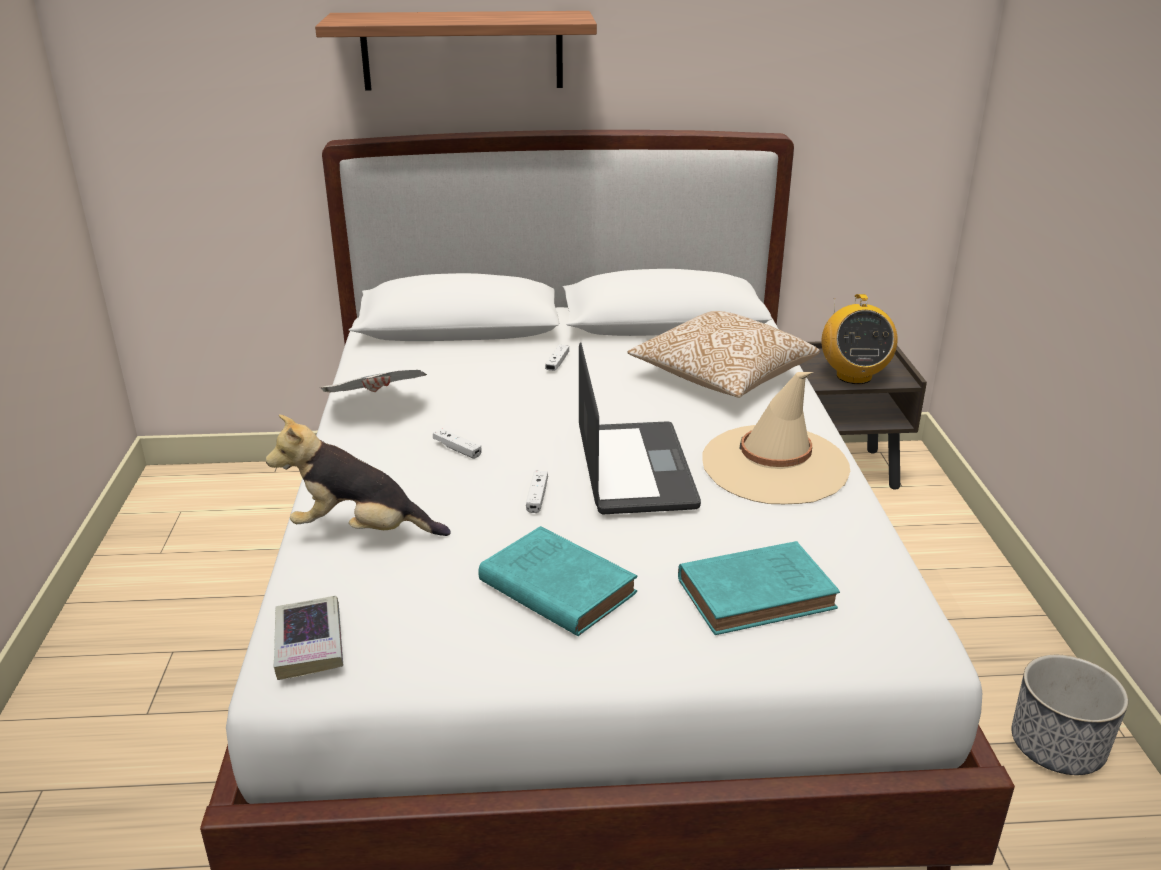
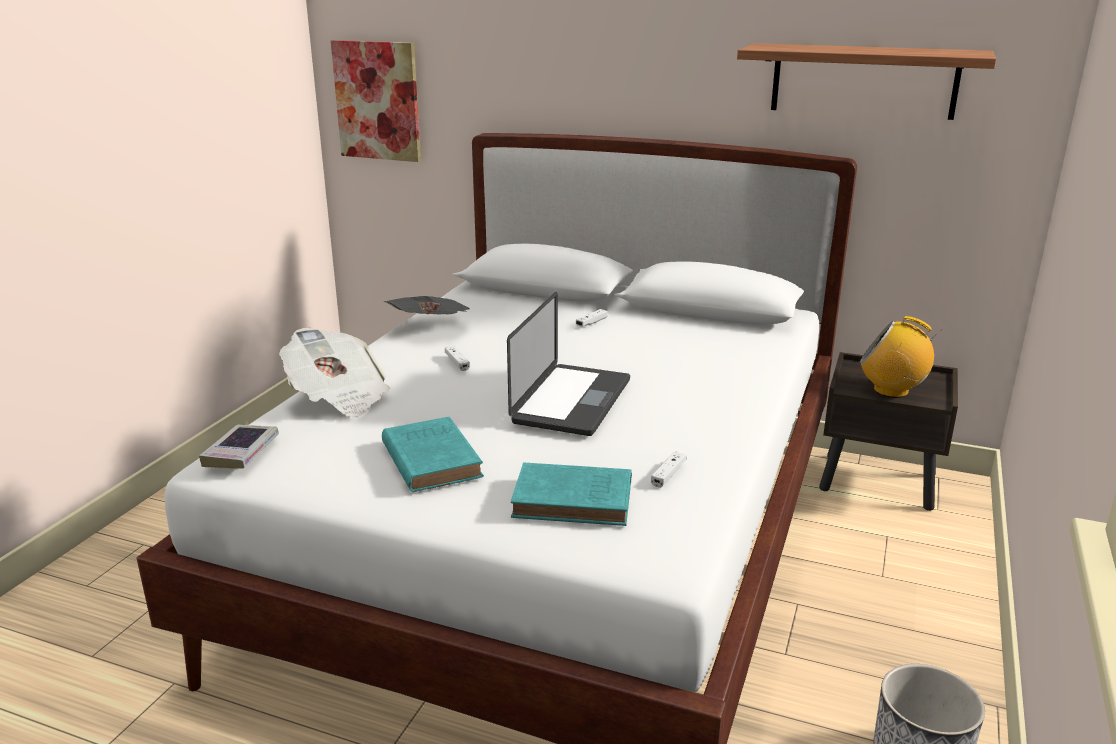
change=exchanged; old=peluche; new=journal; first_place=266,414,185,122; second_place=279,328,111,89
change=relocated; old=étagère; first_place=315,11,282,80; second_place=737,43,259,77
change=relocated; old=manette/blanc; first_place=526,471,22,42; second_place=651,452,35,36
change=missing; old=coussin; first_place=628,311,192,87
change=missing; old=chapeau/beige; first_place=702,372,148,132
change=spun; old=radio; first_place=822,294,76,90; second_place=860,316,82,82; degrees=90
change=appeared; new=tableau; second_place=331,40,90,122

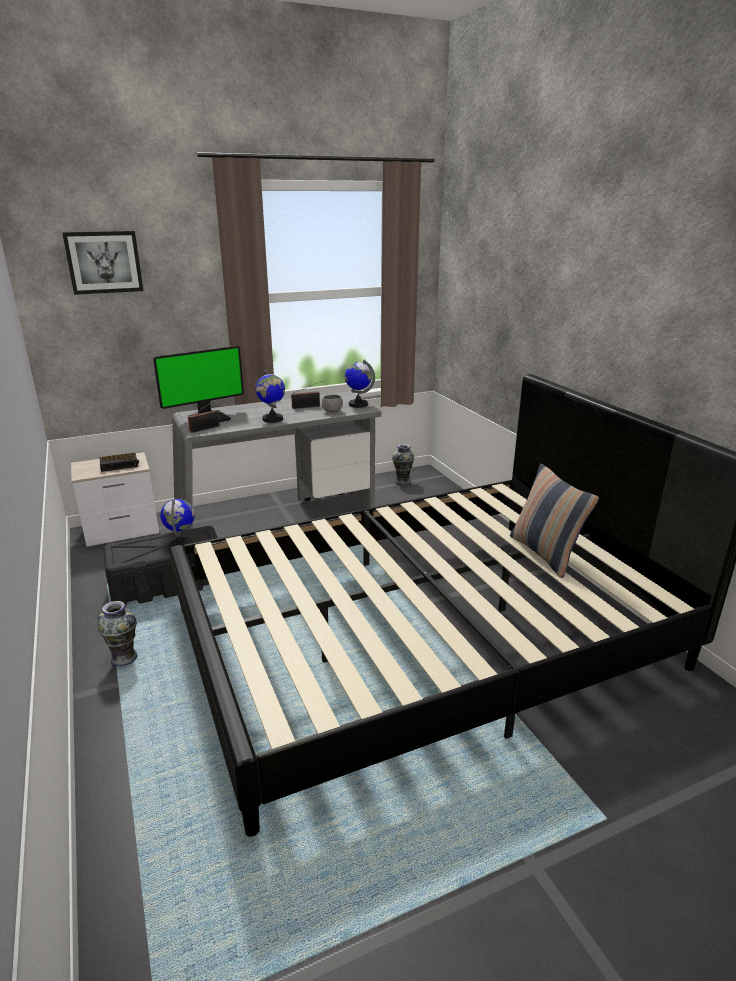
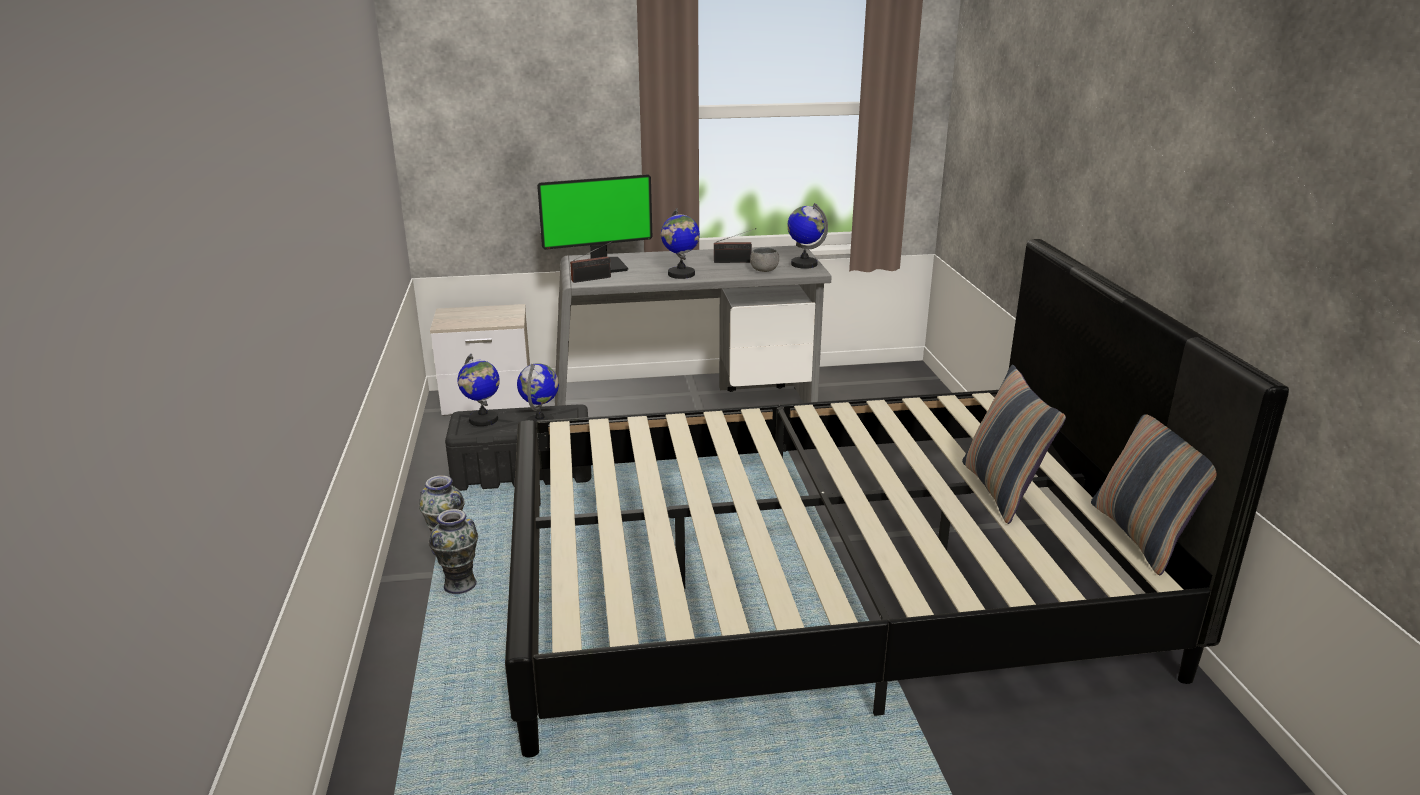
change=missing; old=tableau; first_place=62,231,82,64
change=missing; old=réveil; first_place=100,453,39,19
change=relocated; old=vase; first_place=392,444,23,42; second_place=429,509,49,85
change=appeared; new=globe; second_place=458,353,42,73
change=appeared; new=coussin; second_place=1091,414,126,161

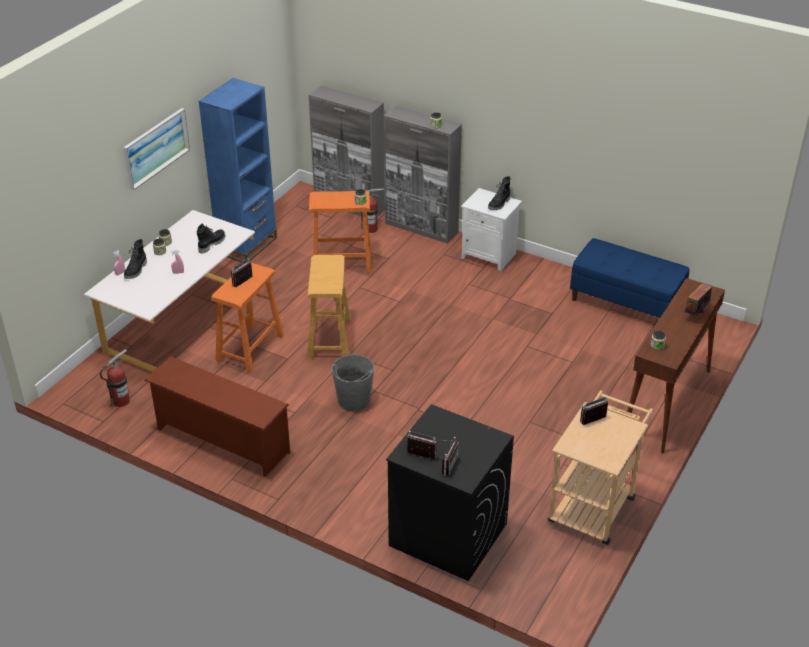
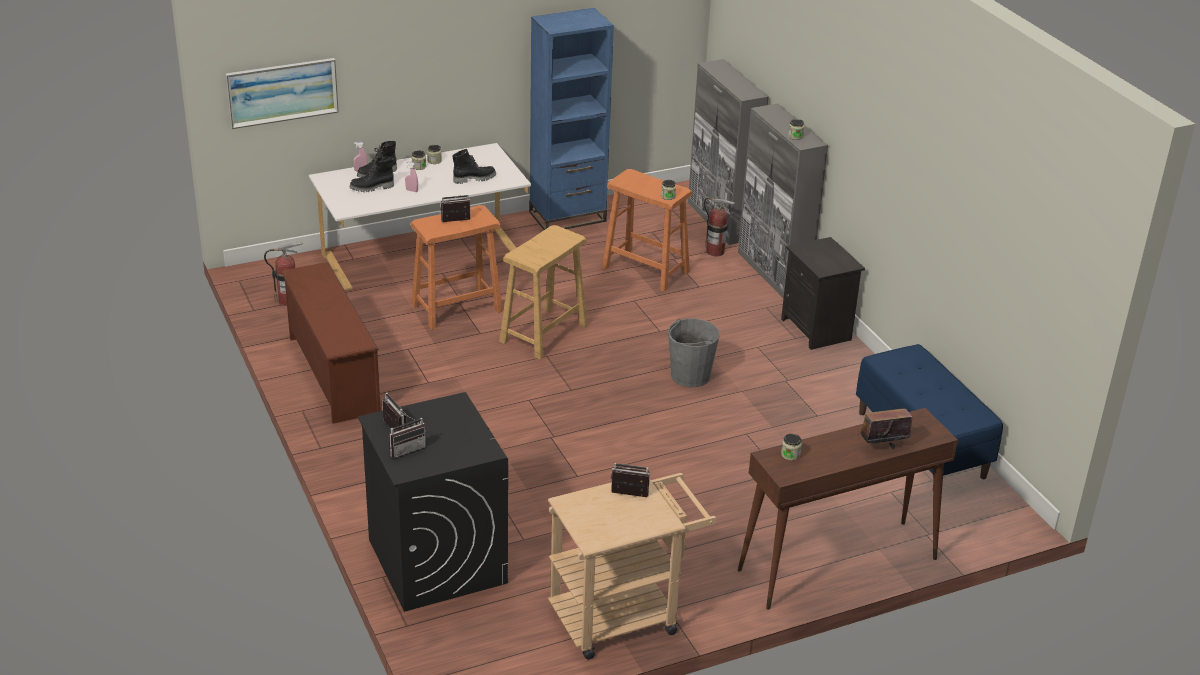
change=relocated; old=tableau; first_place=123,108,67,82; second_place=226,58,113,71
change=relocated; old=seau/gris; first_place=332,354,42,57; second_place=668,318,52,69
change=colour; old=table de chevet/blanc; new=table de chevet/noir; first_place=461,188,61,83; second_place=781,237,84,113
change=relocated; old=botte/noir; first_place=488,176,23,34; second_place=350,157,44,35

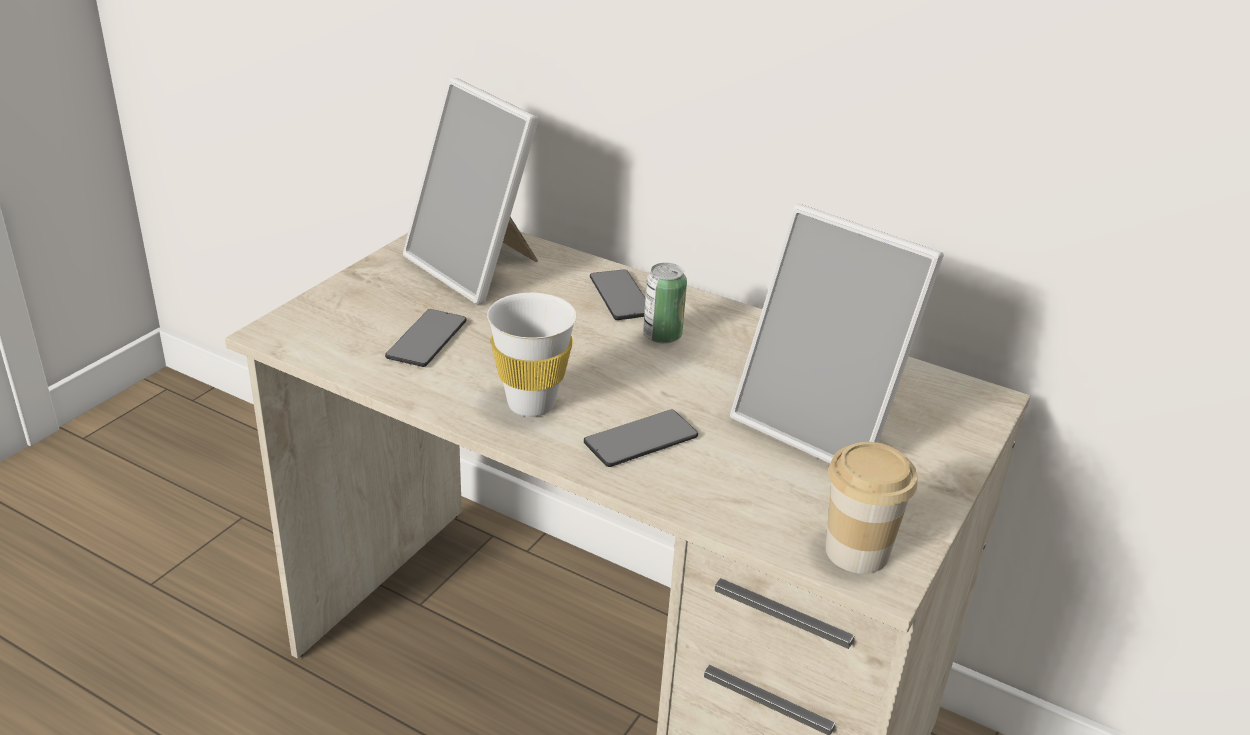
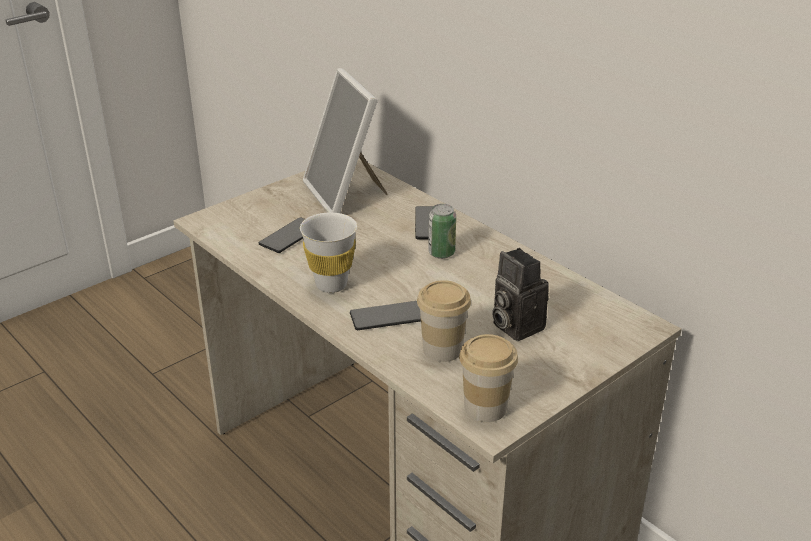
change=exchanged; old=cadre photo; new=appareil photo; first_place=730,204,214,259; second_place=492,248,57,93
change=appeared; new=tasse; second_place=417,280,54,82

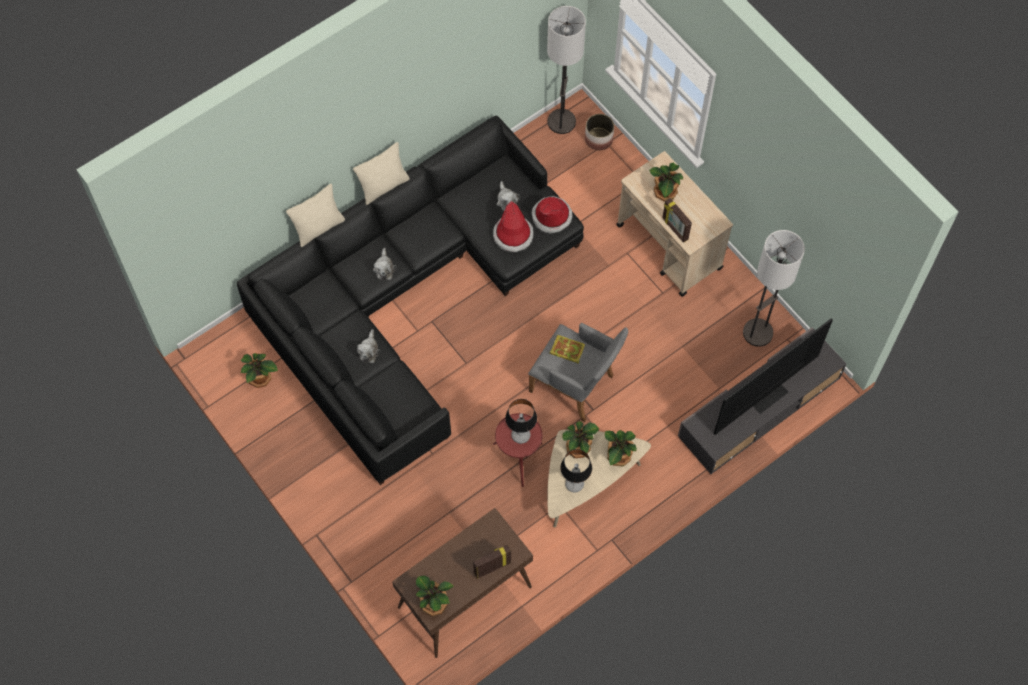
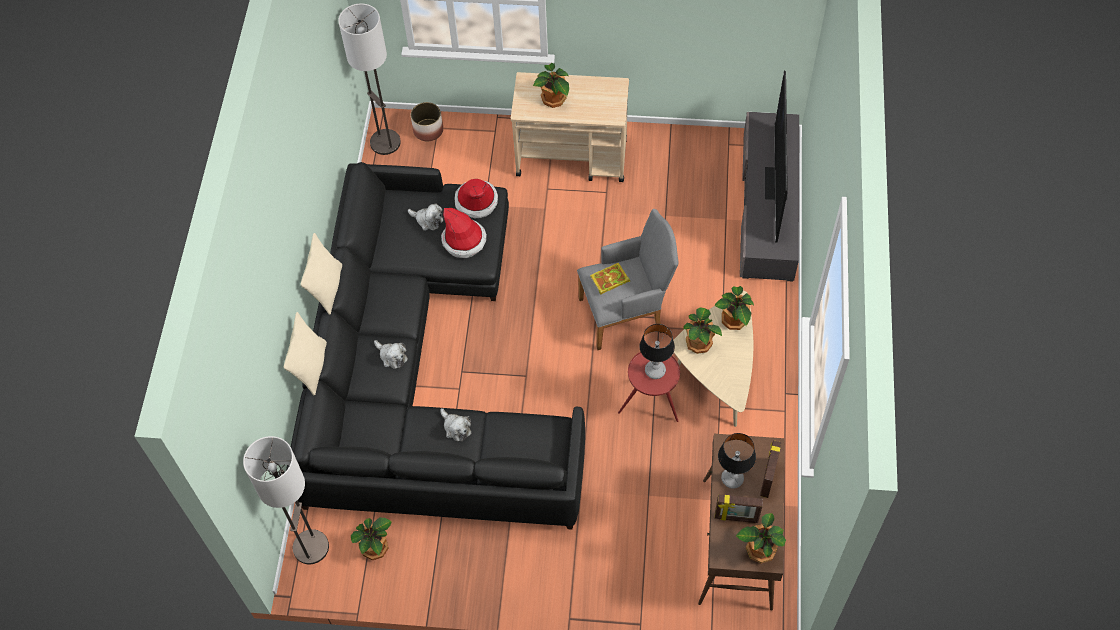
change=relocated; old=lampe de table; first_place=560,449,32,44; second_place=718,433,38,56
change=relocated; old=cadre photo; first_place=662,198,30,45; second_place=715,494,48,29
change=relocated; old=lampadaire; first_place=743,230,62,117; second_place=243,436,86,128

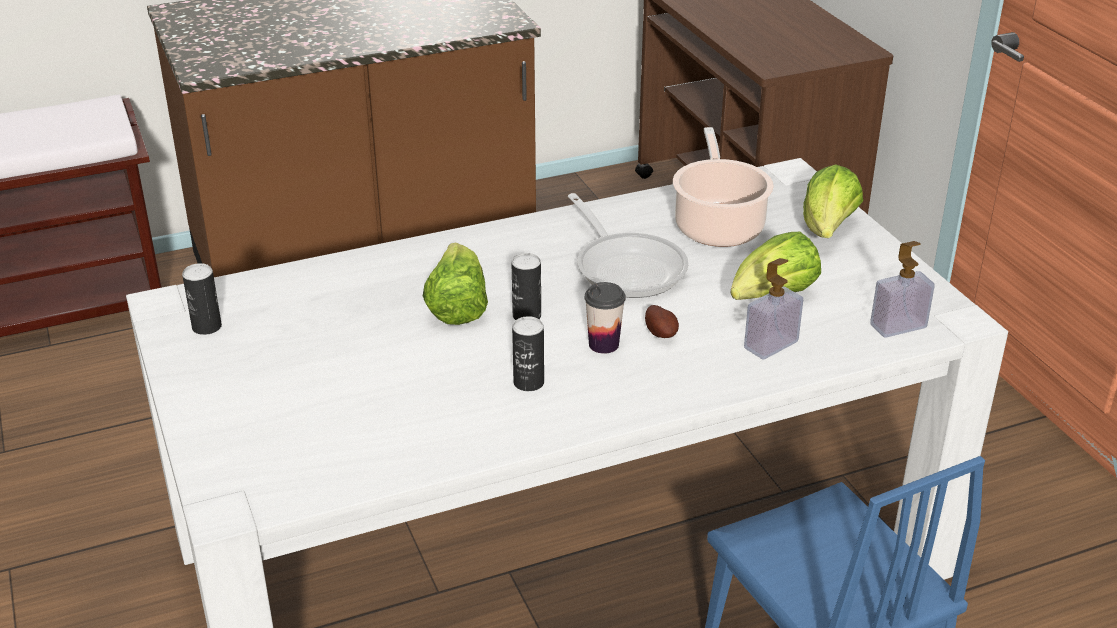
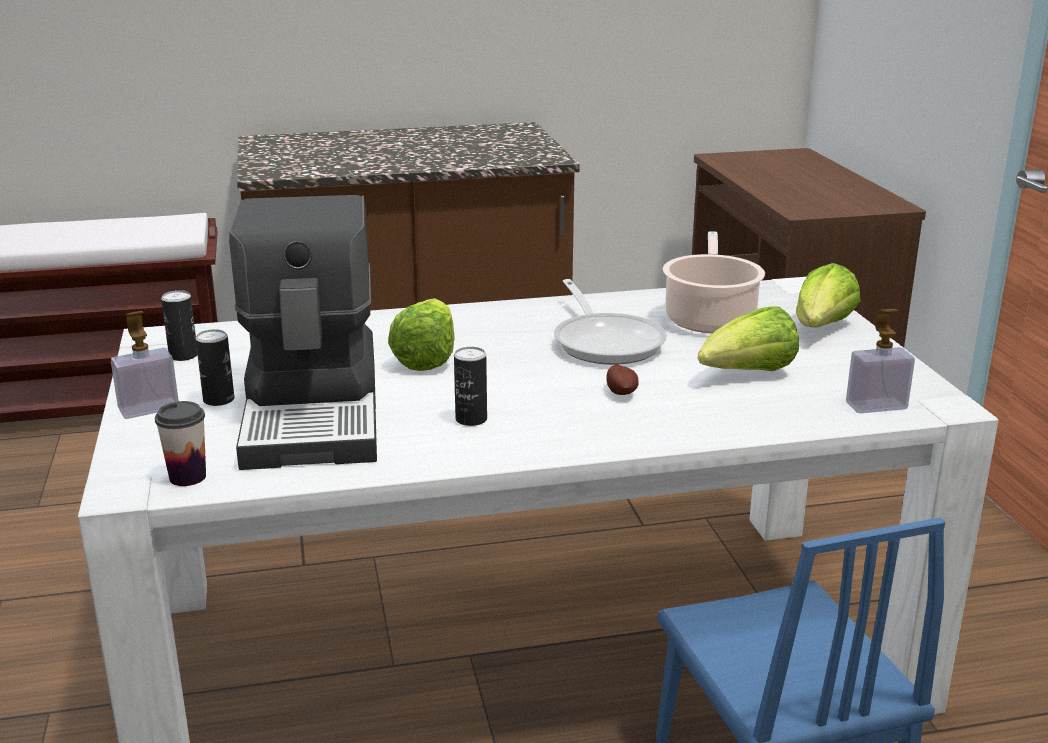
change=relocated; old=boîte métallique; first_place=511,253,30,67; second_place=195,329,40,77
change=relocated; old=tasse; first_place=584,282,42,72; second_place=155,401,51,85
change=relocated; old=distributeur de savon; first_place=744,258,59,102; second_place=111,311,68,108
change=appeared; new=machine à café; second_place=229,195,148,275

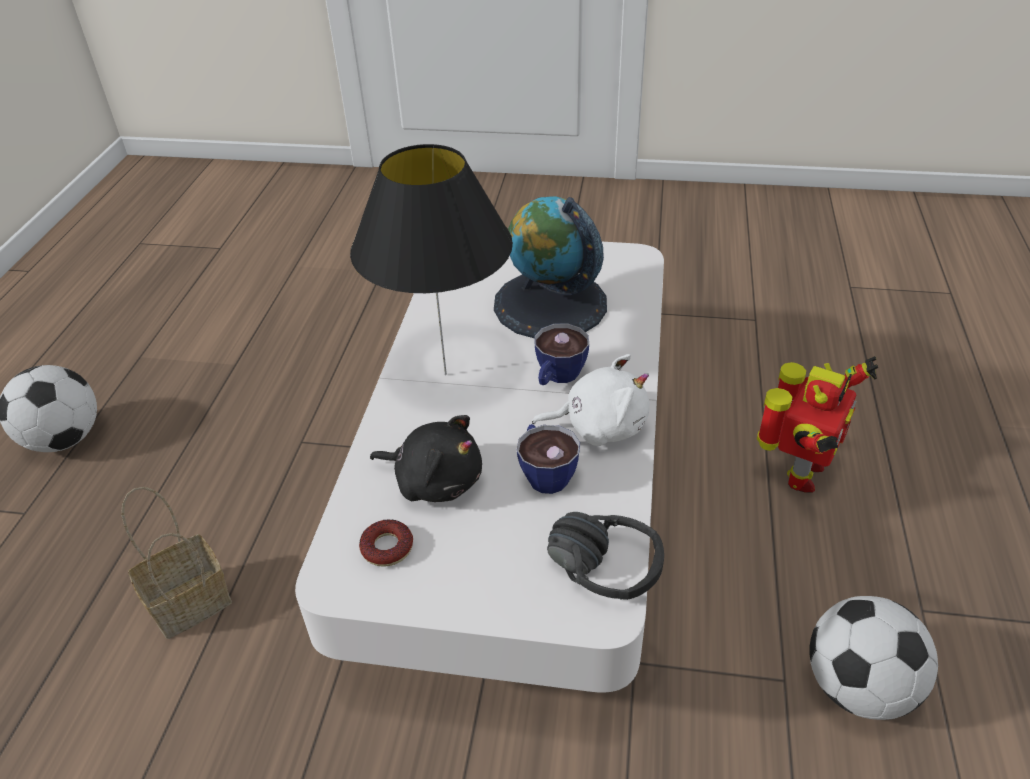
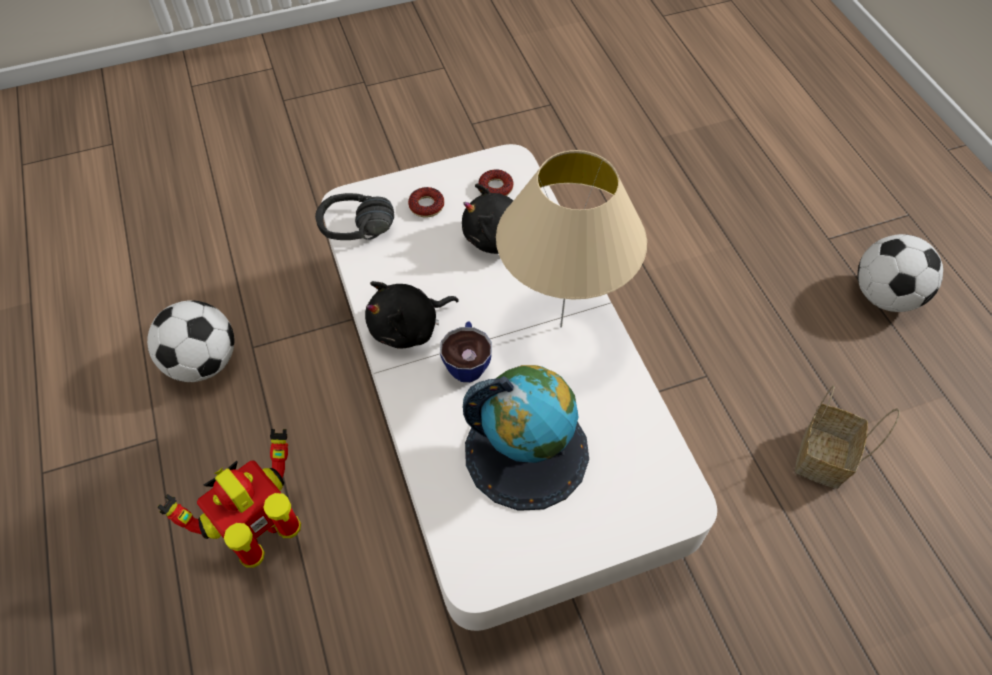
change=relocated; old=panier; first_place=121,487,111,152; second_place=795,385,105,104
change=colour; old=lampe de table/noir; new=lampe de table/beige; first_place=350,144,163,231; second_place=496,150,151,177
change=missing; old=tasse; first_place=517,424,63,70
change=colour; old=peluche/blanc; new=peluche/noir; first_place=532,354,118,92; second_place=365,281,94,68
change=spun; old=robot jouet; first_place=757,356,121,137; second_place=157,429,144,139; degrees=45
change=appeared; new=beignet; second_place=408,187,36,30

